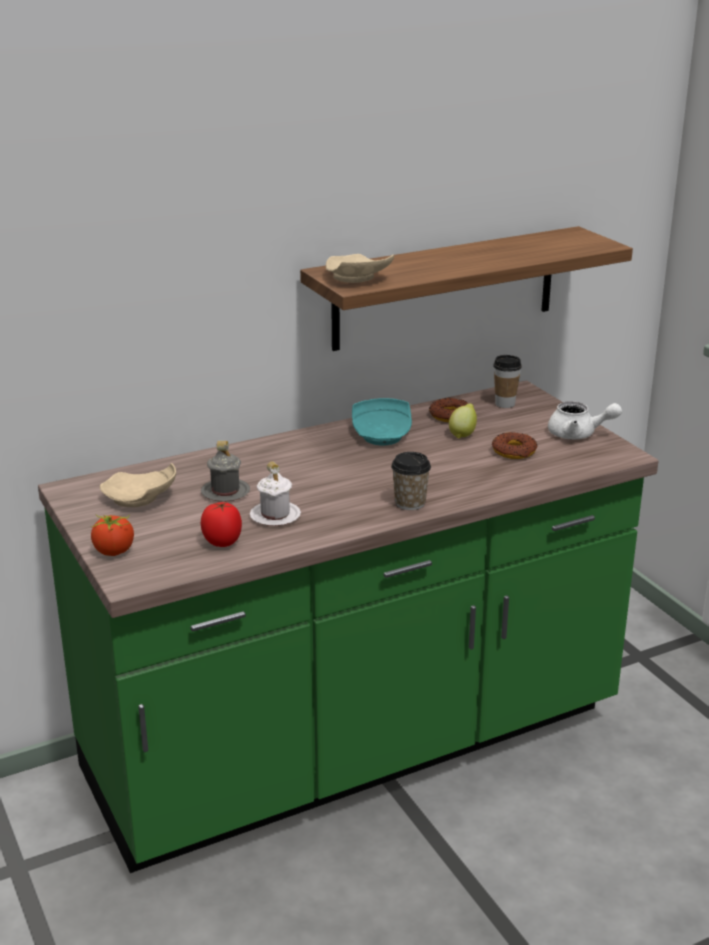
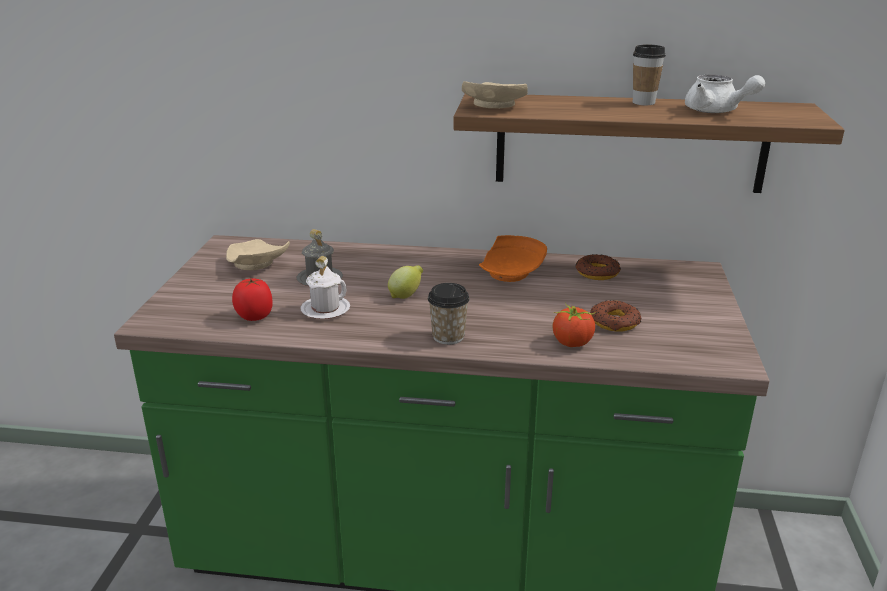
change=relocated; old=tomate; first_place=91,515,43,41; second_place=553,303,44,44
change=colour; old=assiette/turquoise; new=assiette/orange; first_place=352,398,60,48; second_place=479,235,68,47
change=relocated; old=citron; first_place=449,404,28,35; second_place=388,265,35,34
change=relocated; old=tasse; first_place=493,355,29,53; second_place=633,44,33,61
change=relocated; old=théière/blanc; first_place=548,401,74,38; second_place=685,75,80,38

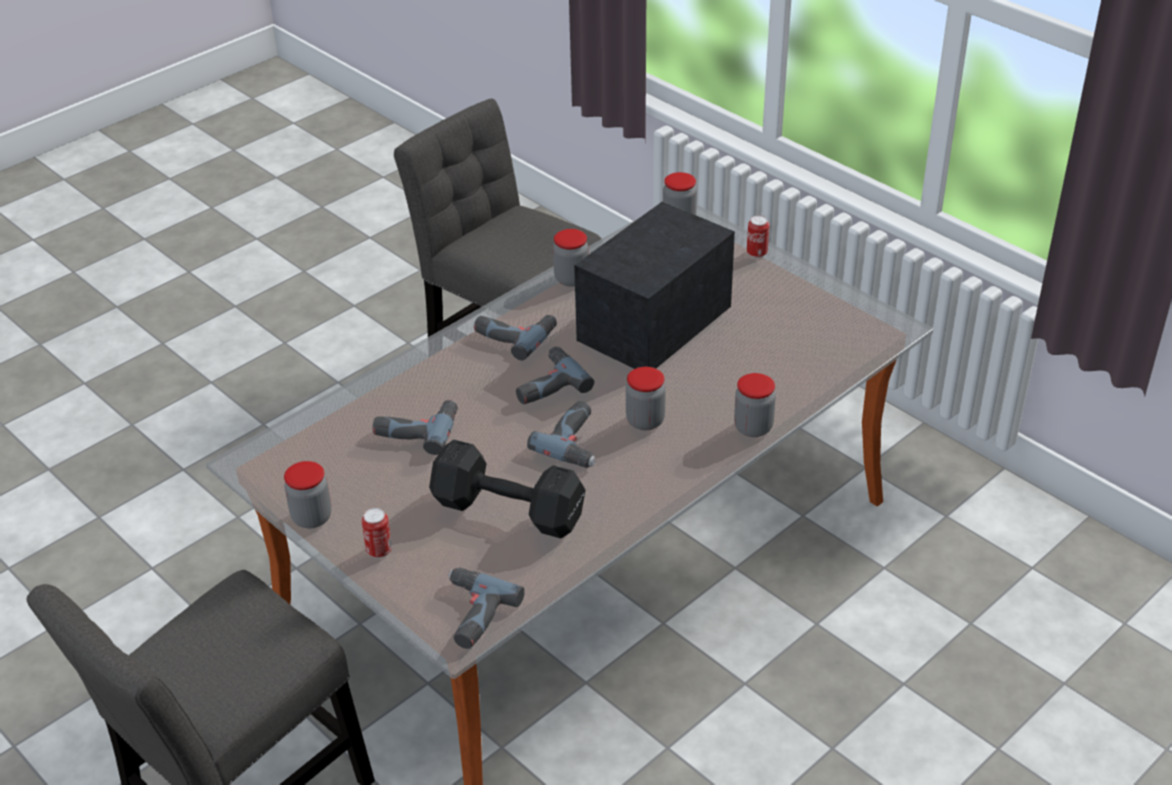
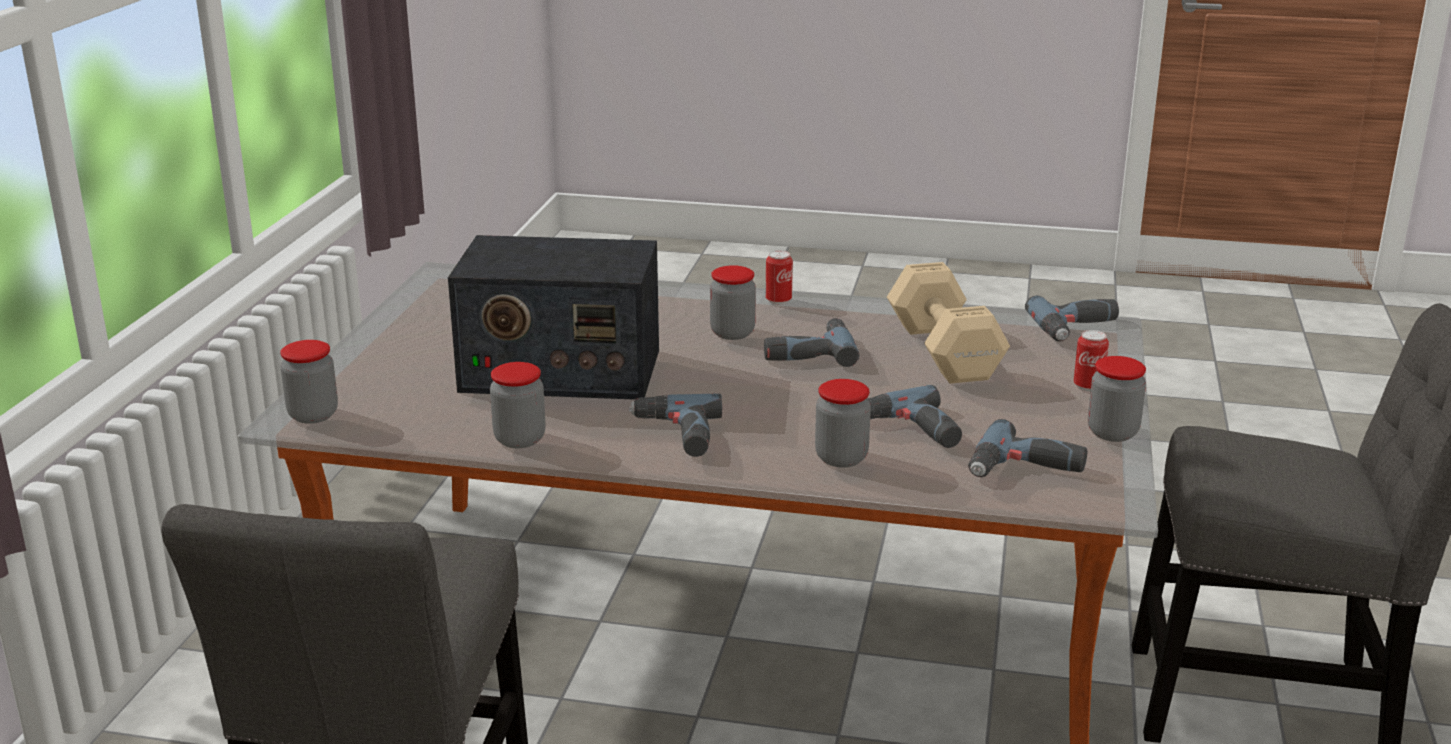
change=colour; old=haltère/noir; new=haltère/beige; first_place=429,439,156,99; second_place=887,262,123,122
change=relocated; old=perceuse; first_place=516,347,78,57; second_place=968,419,119,58
change=relocated; old=bocal; first_place=734,373,42,64; second_place=815,379,56,88
change=relocated; old=boîte métallique; first_place=747,215,23,43; second_place=766,250,27,55

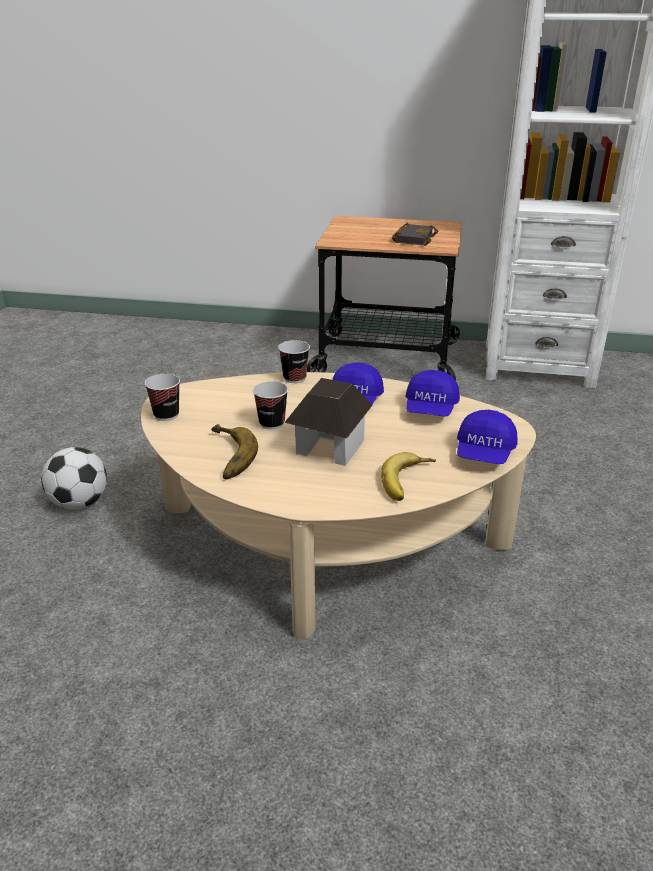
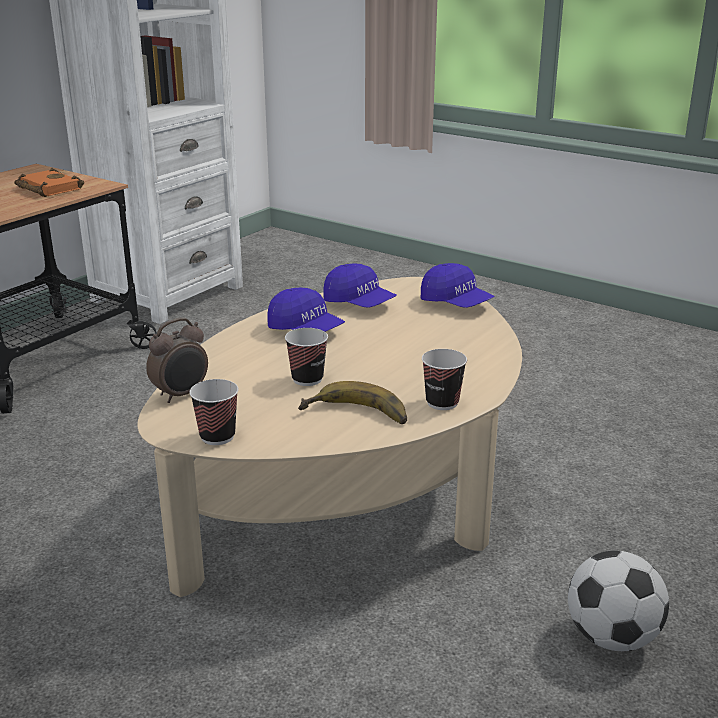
change=relocated; old=ballon de foot; first_place=41,447,66,63; second_place=568,551,101,100
change=relocated; old=tasse; first_place=278,340,32,43; second_place=422,349,45,61
change=missing; old=maison miniature; first_place=284,378,88,88
change=missing; old=banane; first_place=381,452,55,49
change=colour; old=livre/noir; new=livre/orange; first_place=392,223,46,23; second_place=14,168,70,29
change=appeared; new=réveil; second_place=146,318,62,85

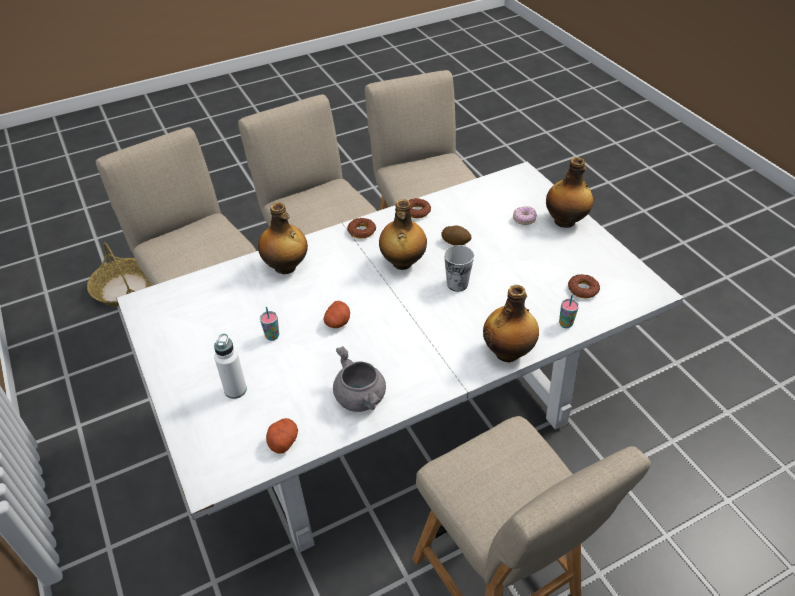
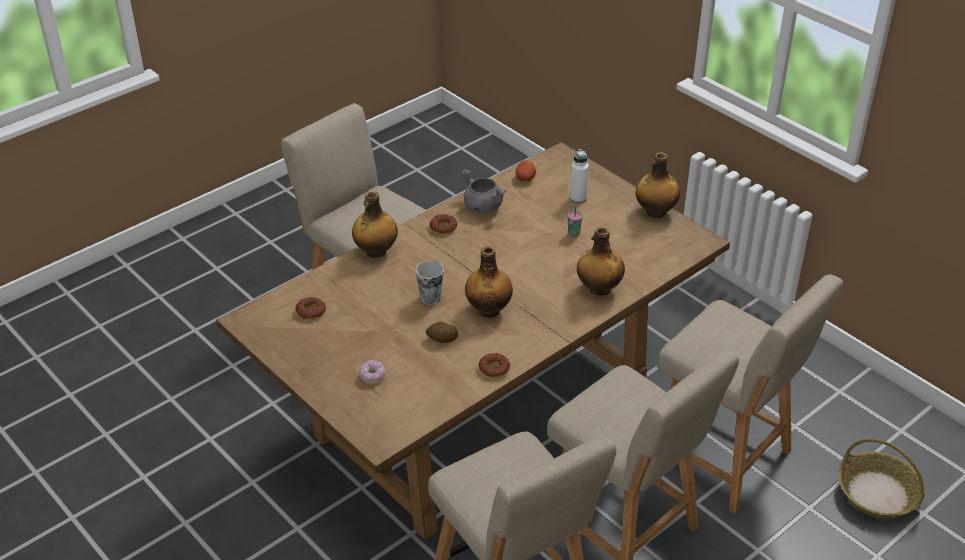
change=colour; old=table à manger/blanc; new=table à manger/marron; first_place=116,162,567,391; second_place=216,142,514,398
change=missing; old=pomme de terre; first_place=323,301,27,27
change=relocated; old=beignet; first_place=347,218,29,21; second_place=429,214,28,20
change=relocated; old=bouteille; first_place=546,157,47,71; second_place=636,152,44,66
change=missing; old=tasse; first_place=559,294,20,34

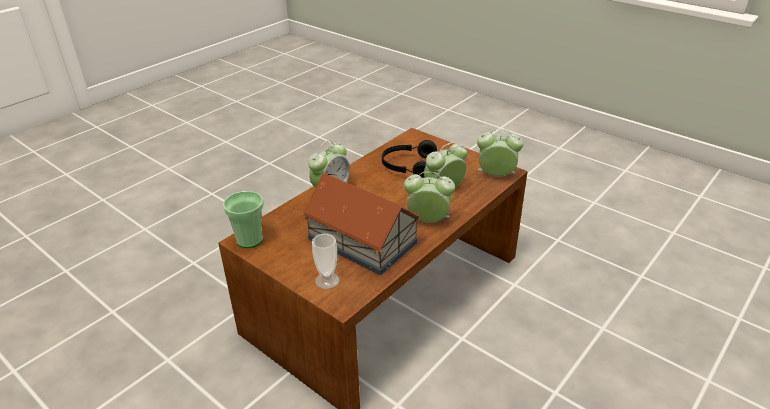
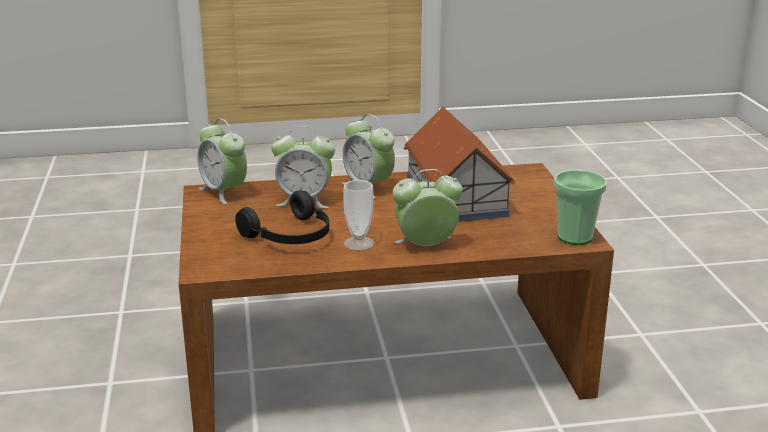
change=relocated; old=tasse; first_place=312,234,28,55; second_place=343,180,31,71

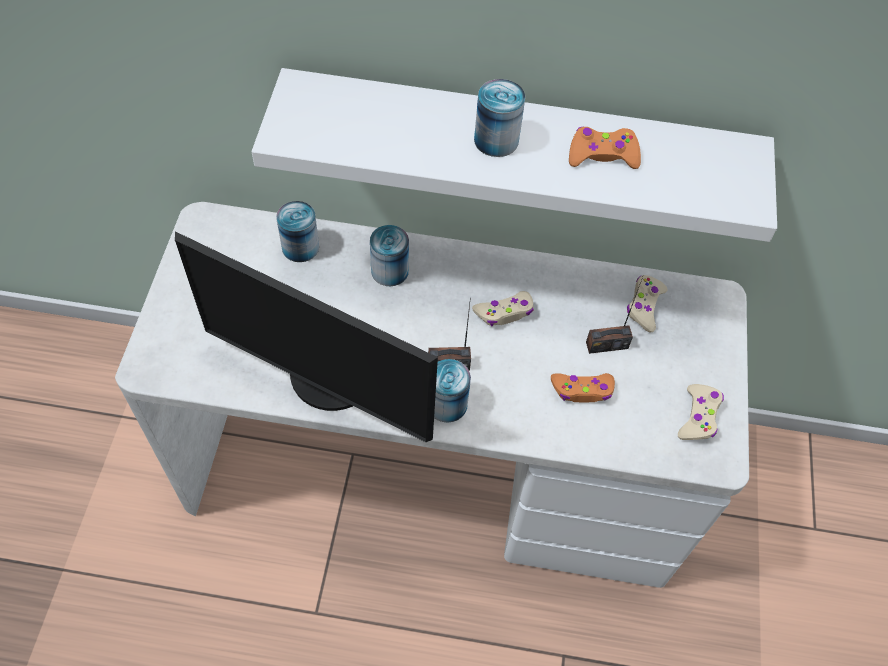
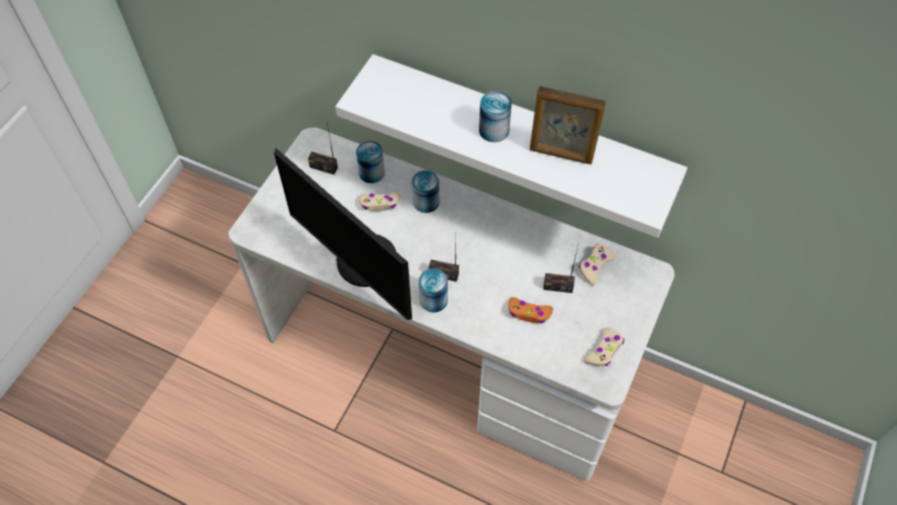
change=relocated; old=manette/beige; first_place=472,291,62,35; second_place=359,192,41,19
change=exchanged; old=manette/orange; new=cadre photo; first_place=569,127,72,42; second_place=530,86,76,78
change=appeared; new=radio; second_place=308,124,30,51

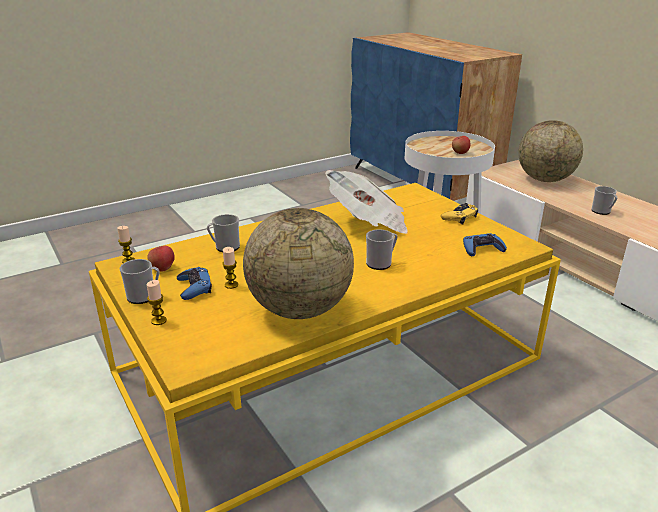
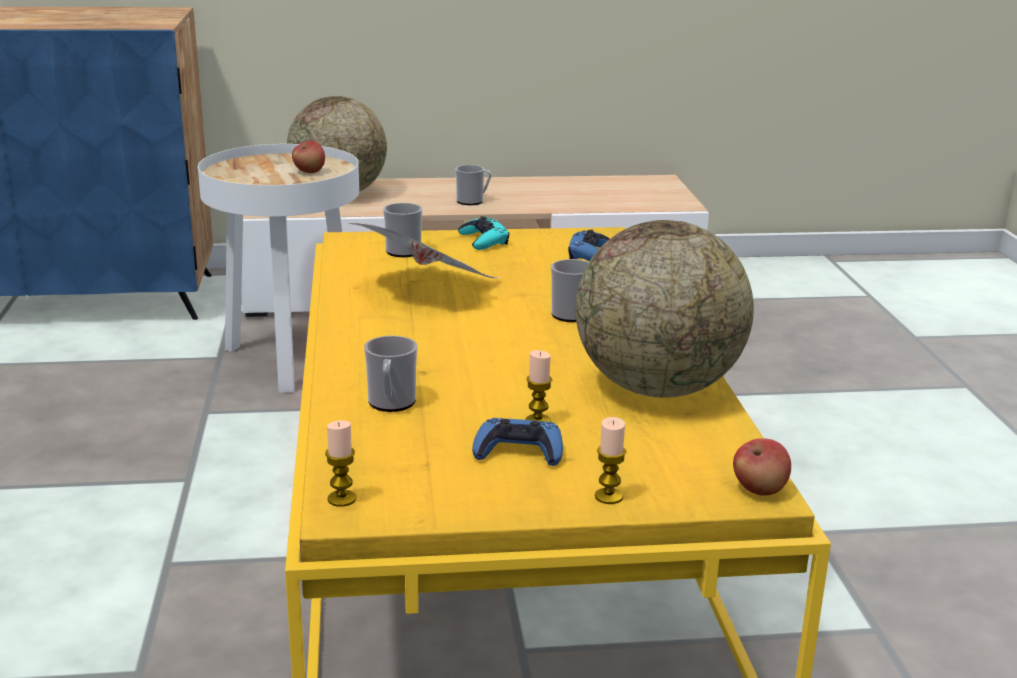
change=relocated; old=mug; first_place=120,259,40,45; second_place=383,203,40,54
change=relocated; old=pomme; first_place=147,246,28,26; second_place=733,438,58,58
change=colour; old=manette/jaune; new=manette/turquoise; first_place=441,203,37,22; second_place=458,216,51,34

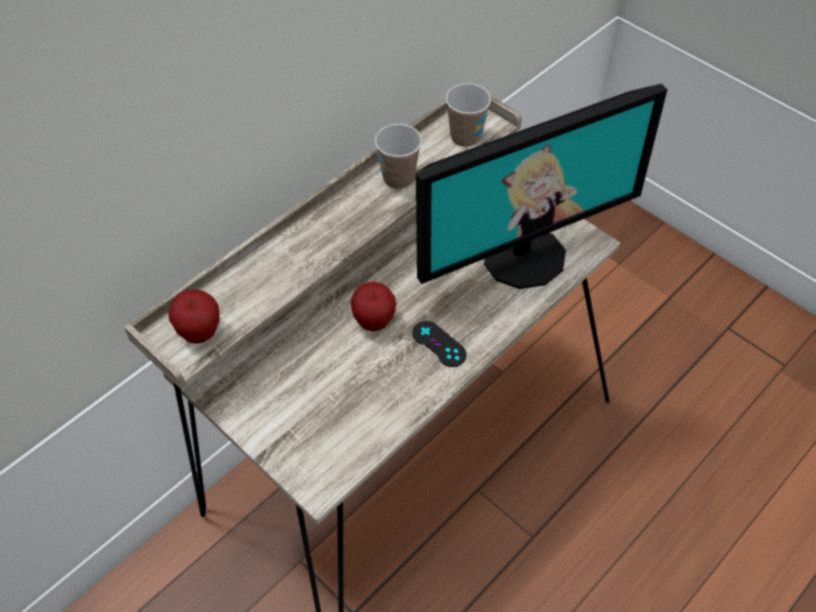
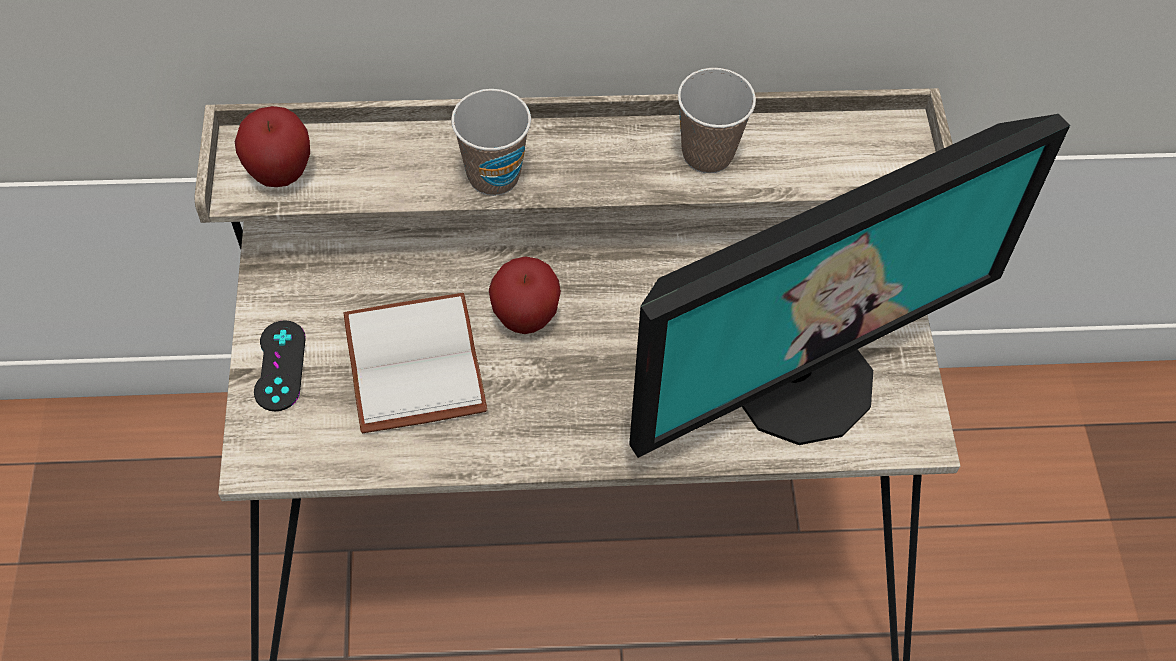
change=relocated; old=manette/noir; first_place=412,321,55,46; second_place=254,320,52,91
change=spun; old=écran d'ordinateur; first_place=416,84,252,205; second_place=629,114,441,344; degrees=-45
change=relocated; old=tasse; first_place=446,83,45,64; second_place=451,89,80,107
change=appeared; new=livre/blanc; second_place=343,293,144,140

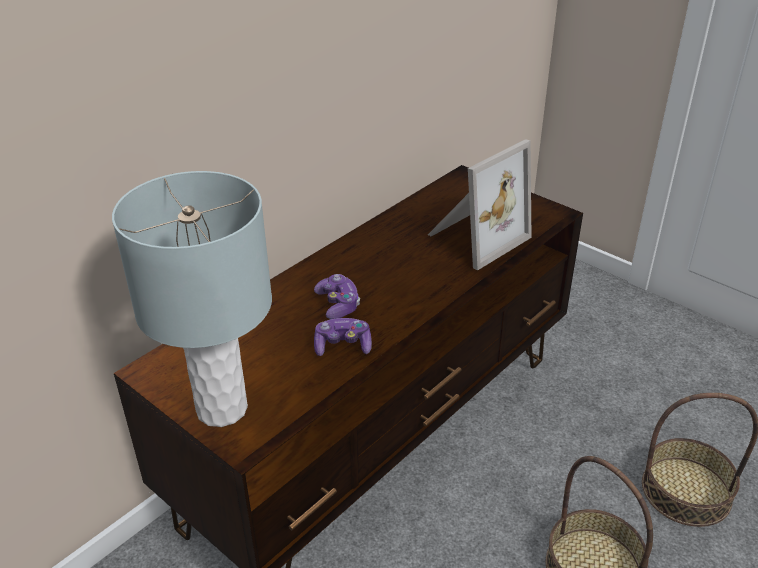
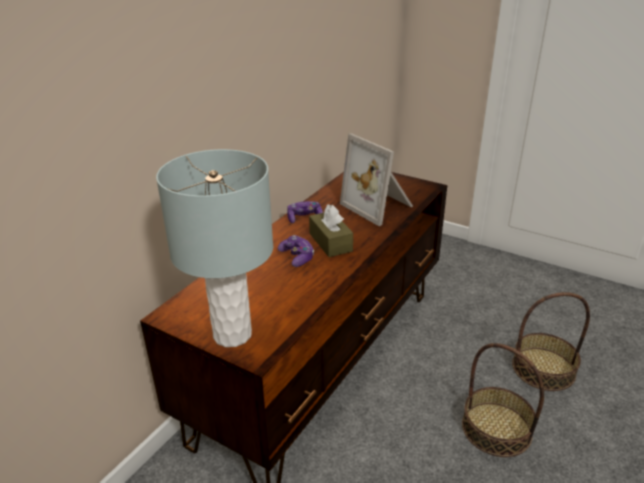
change=relocated; old=manette; first_place=314,318,58,38; second_place=287,201,36,22
change=spun; old=cadre photo; first_place=428,139,104,131; second_place=340,133,73,93; degrees=105
change=appeared; new=boîte à mouchoirs/marron; second_place=309,204,44,53

